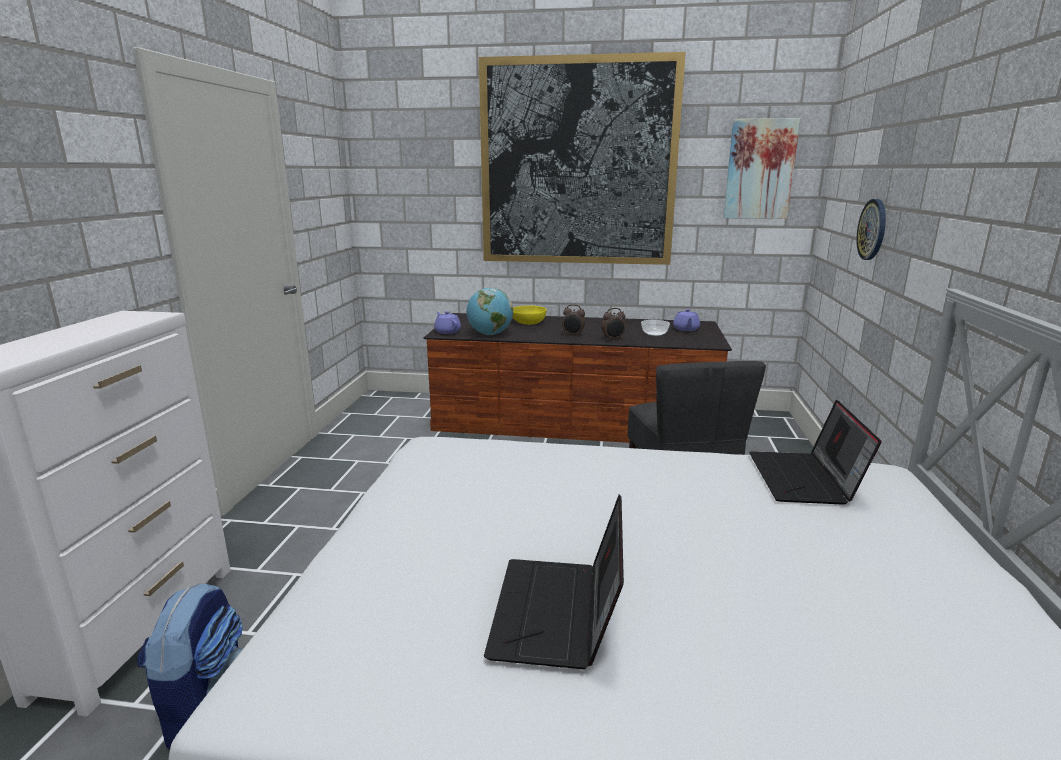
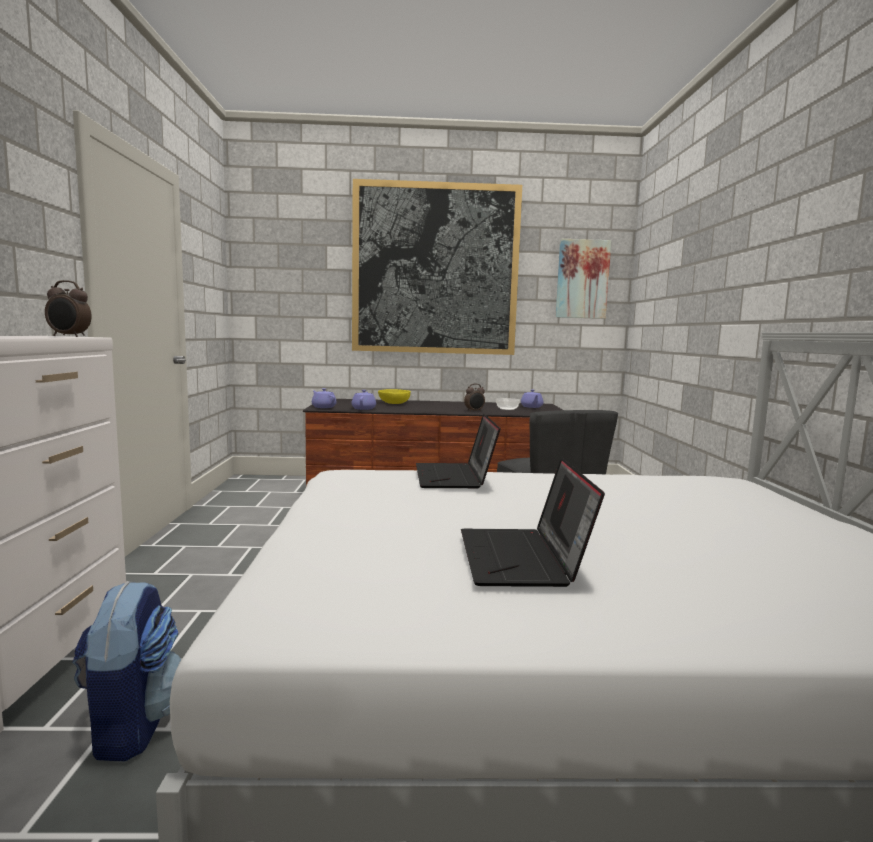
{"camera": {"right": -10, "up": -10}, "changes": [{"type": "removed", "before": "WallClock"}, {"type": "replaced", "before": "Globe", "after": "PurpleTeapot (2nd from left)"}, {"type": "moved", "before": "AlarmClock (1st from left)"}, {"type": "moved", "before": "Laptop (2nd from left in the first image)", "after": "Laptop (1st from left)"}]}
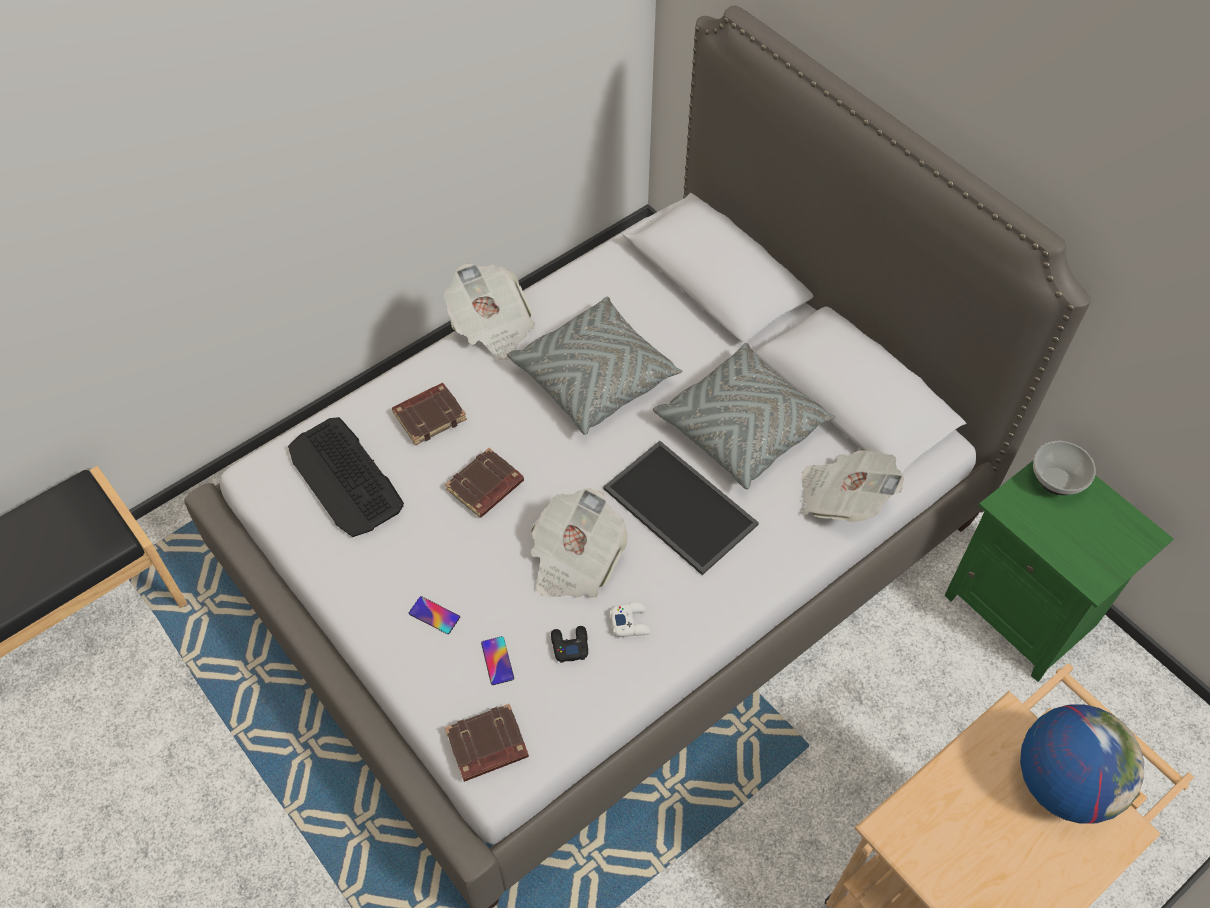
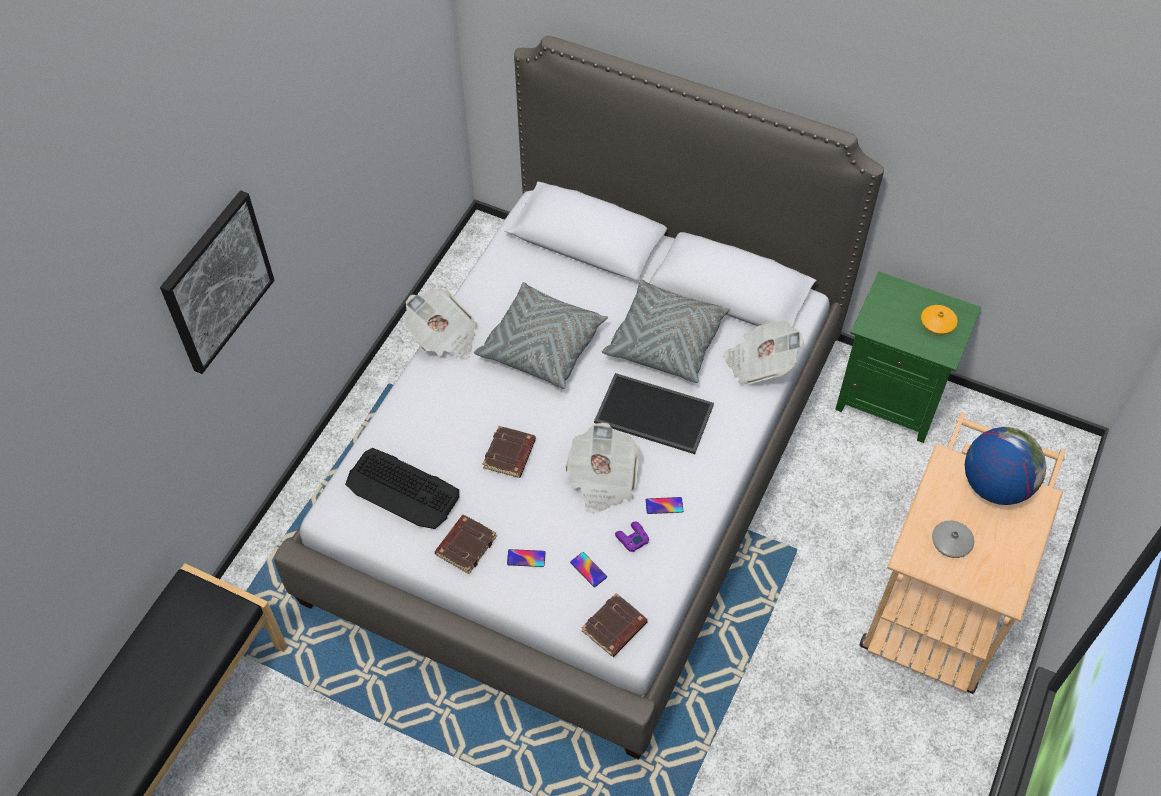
{"camera": {"right": -25, "up": 0}, "changes": [{"type": "moved", "before": "BrownBook (1st from left)"}, {"type": "removed", "before": "Bowl"}, {"type": "replaced", "before": "WhiteGameController", "after": "Phone (3rd from left)"}, {"type": "recoloured", "before": "BlackGameController", "after": "PurpleGameController"}, {"type": "added", "after": "Picture"}, {"type": "added", "after": "OrangeVase"}, {"type": "added", "after": "GreyVase"}]}
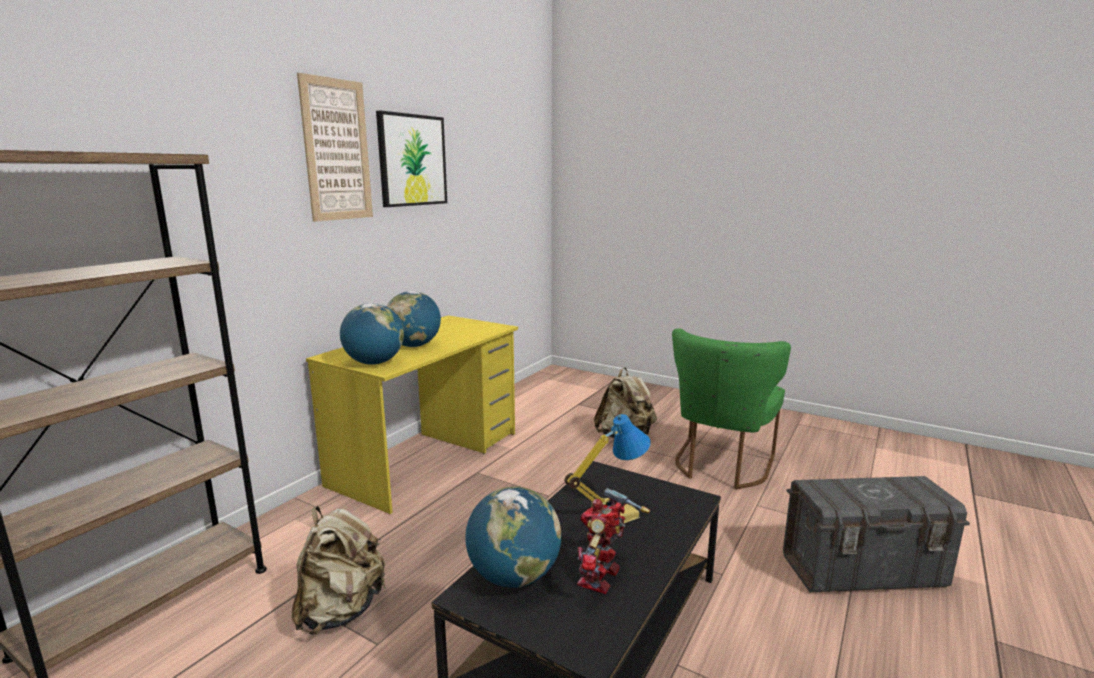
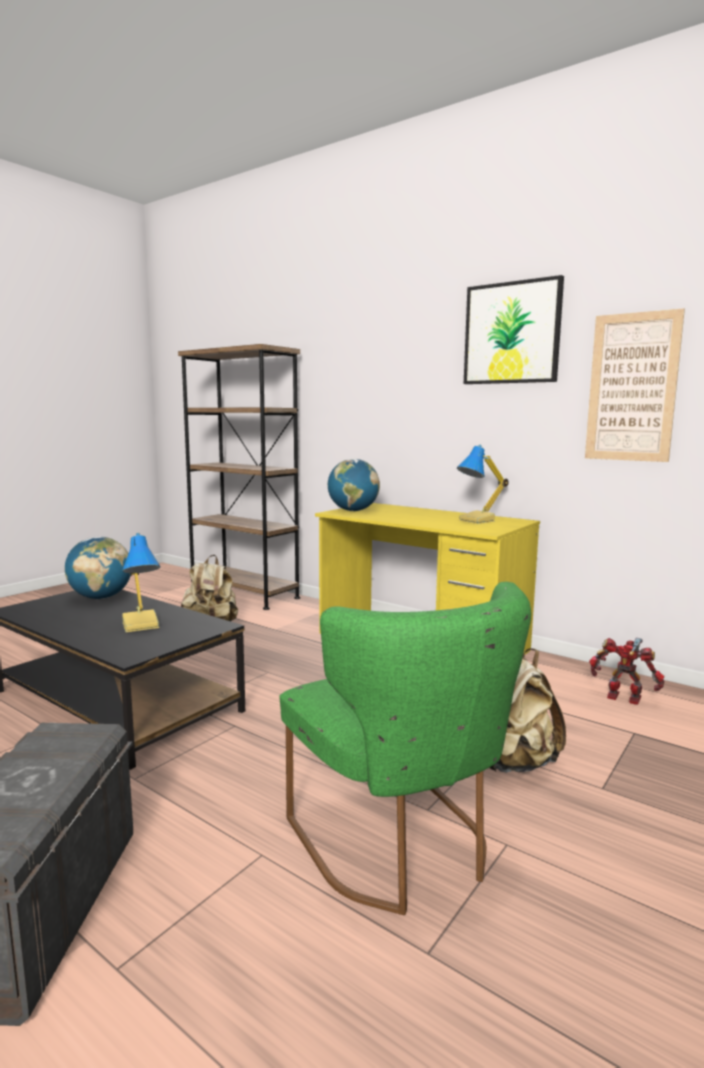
{"camera": {"right": 95, "up": -5}, "changes": [{"type": "moved", "before": "Picture (1st from left in the first image)", "after": "Picture (2nd from left)"}, {"type": "removed", "before": "Globe (2nd from left)"}, {"type": "turned", "before": "GreenChair", "turn": -150}, {"type": "moved", "before": "ToyRobot"}, {"type": "added", "after": "TableLamp (2nd from left)"}]}
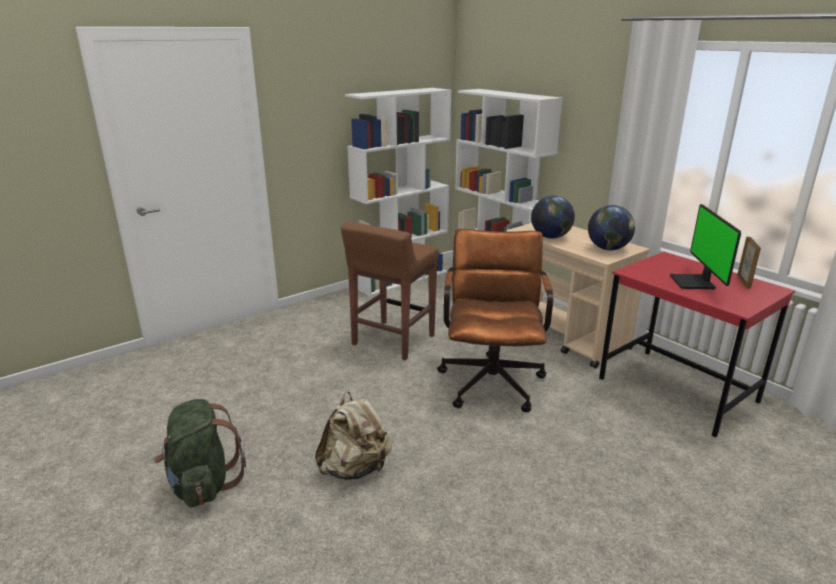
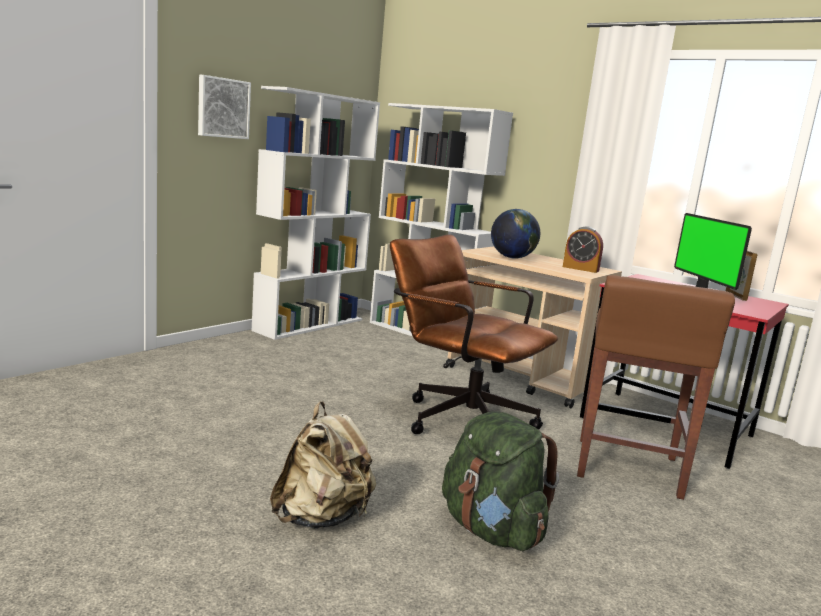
{"camera": {"right": -15, "up": -10}, "changes": [{"type": "replaced", "before": "Globe (2nd from left)", "after": "AlarmClock"}, {"type": "moved", "before": "BrownStool"}, {"type": "turned", "before": "BrownOfficeChair", "turn": -45}, {"type": "moved", "before": "GreenBackpack"}, {"type": "added", "after": "Picture"}]}
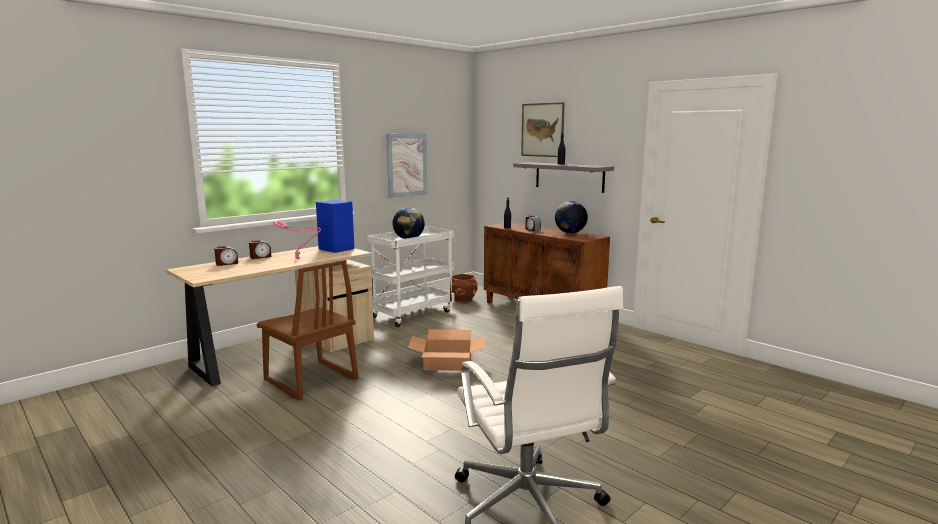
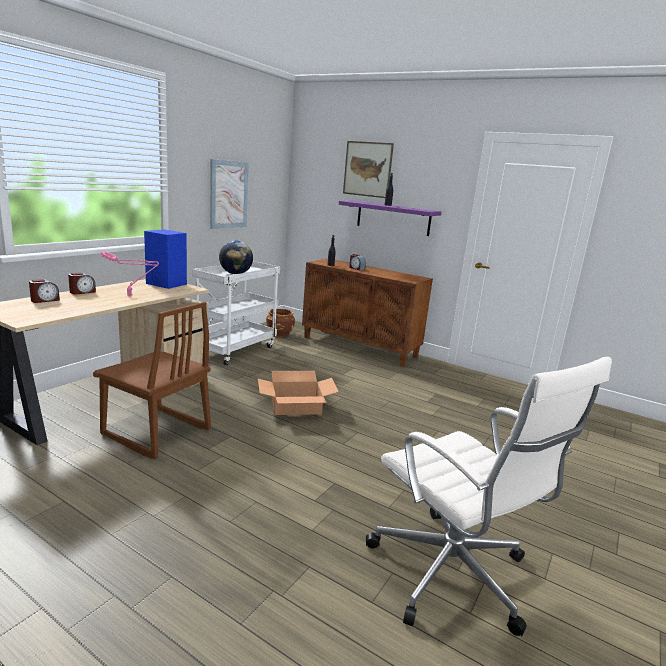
{"camera": {"right": -15, "up": 5}, "changes": [{"type": "recoloured", "before": "GreyShelf", "after": "PurpleShelf"}, {"type": "removed", "before": "Globe (2nd from left)"}]}
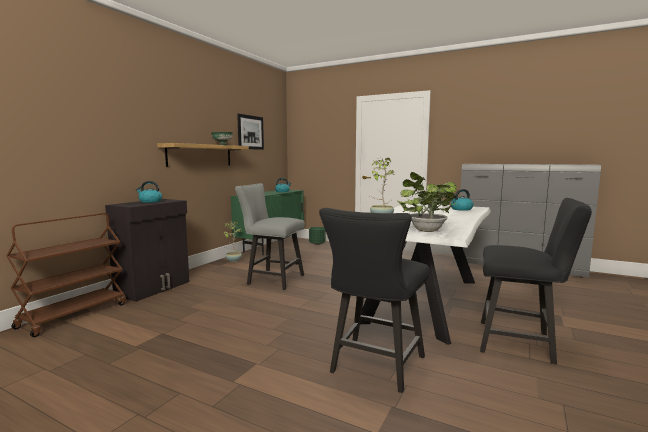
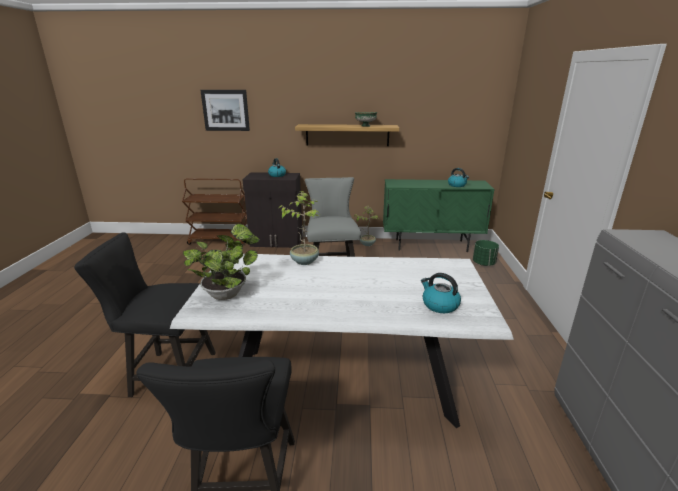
{"camera": {"right": 65, "up": 15}, "changes": [{"type": "moved", "before": "Picture"}]}
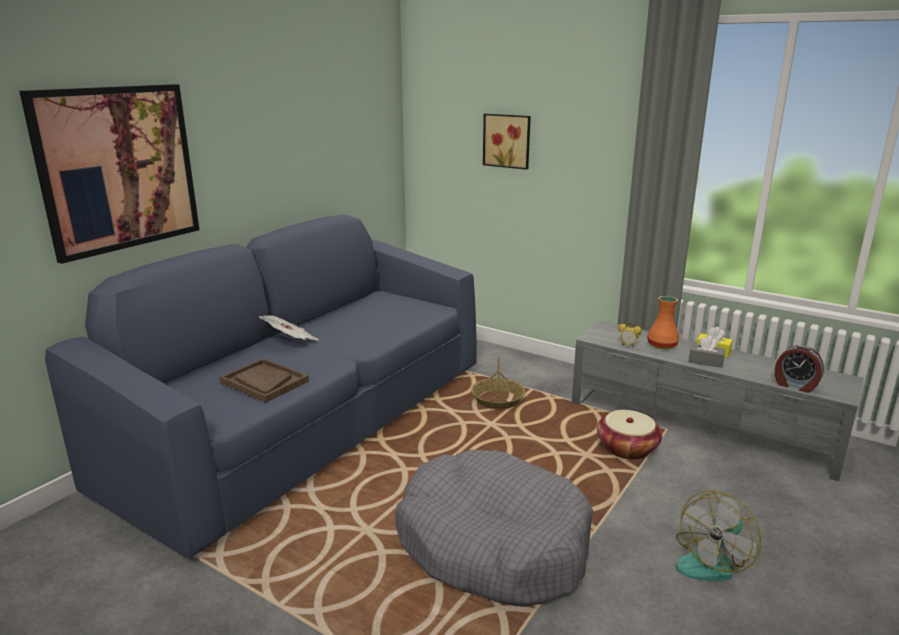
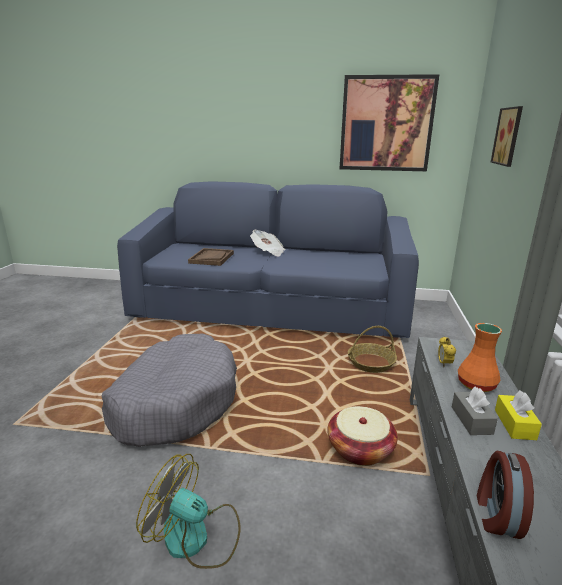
{"camera": {"right": 65, "up": 0}, "changes": [{"type": "moved", "before": "Picture (1st from left)"}]}
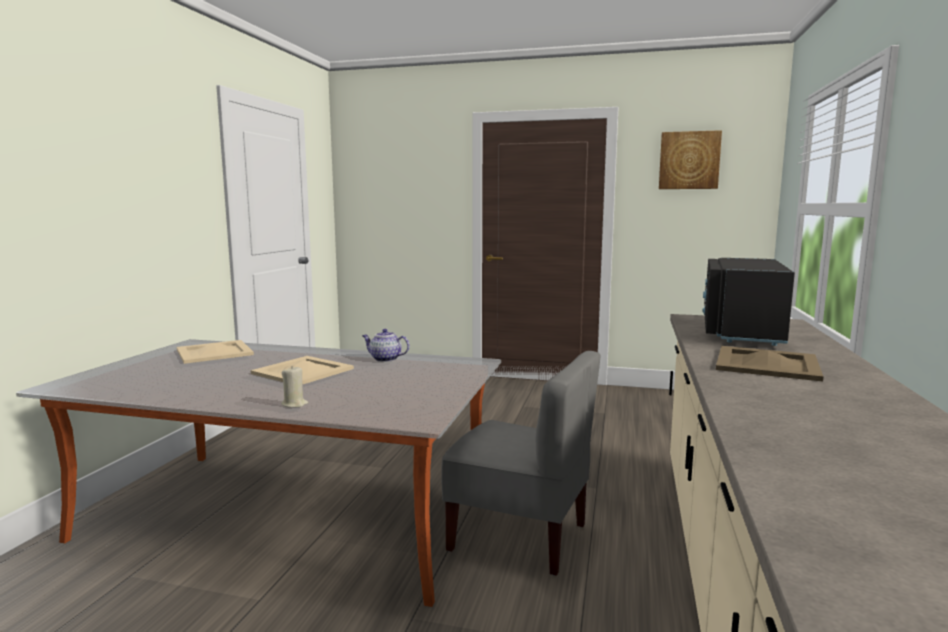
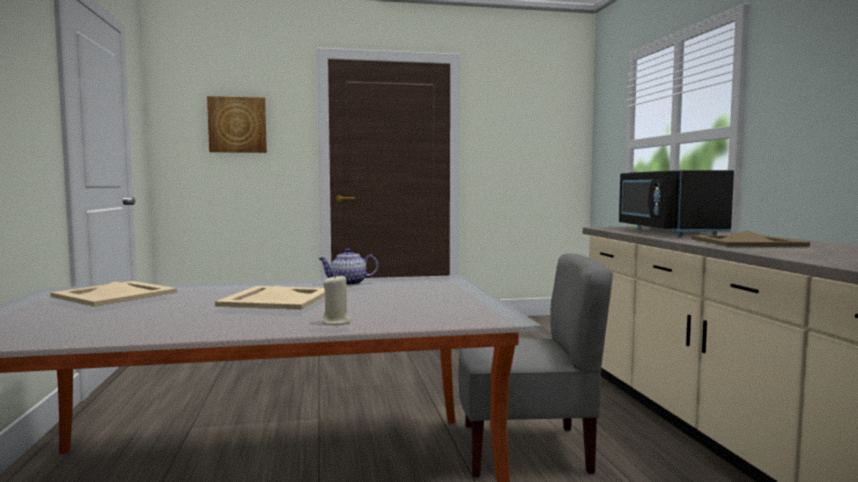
{"camera": {"right": -25, "up": -5}, "changes": [{"type": "moved", "before": "Picture"}]}
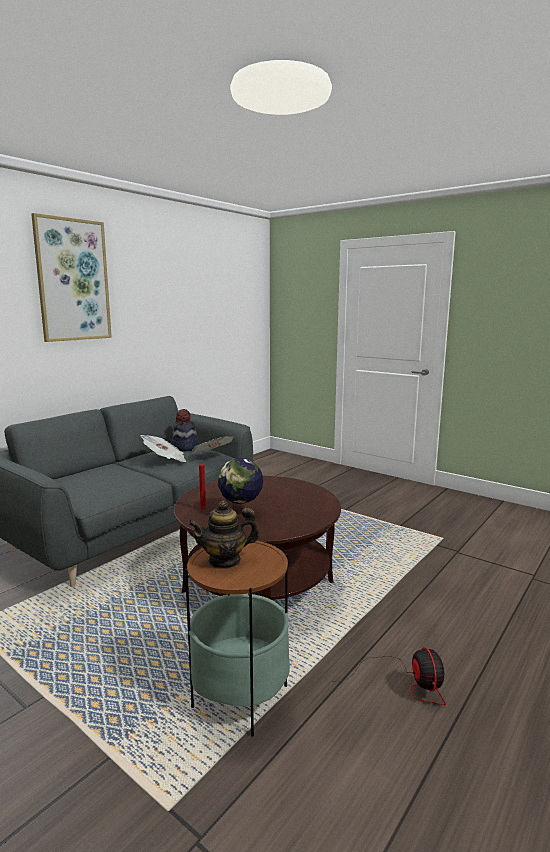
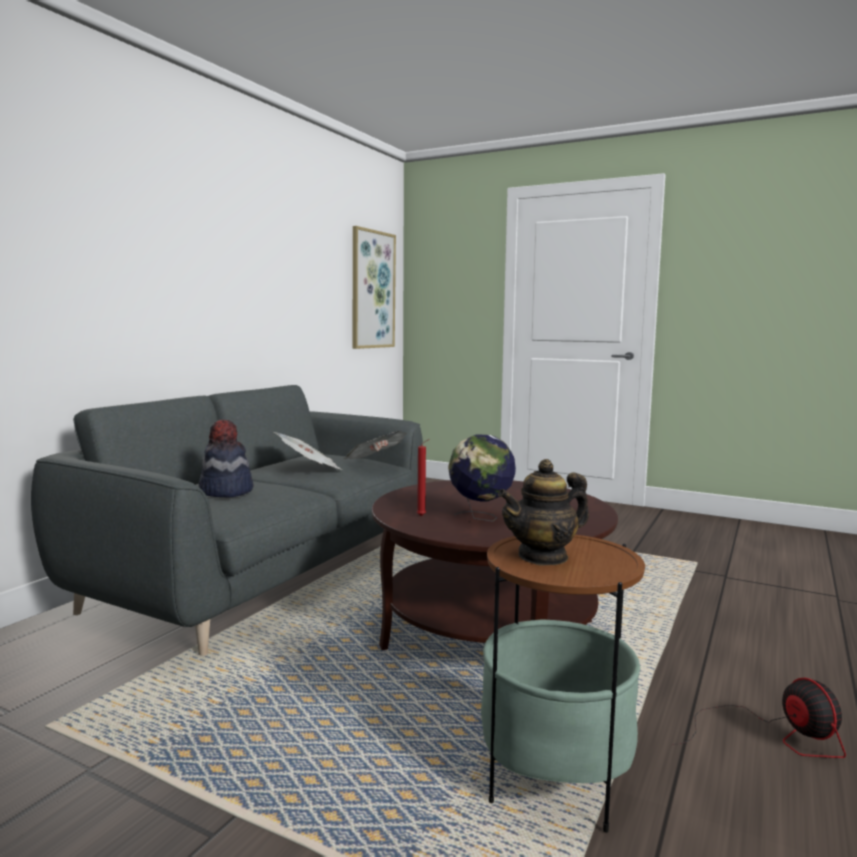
{"camera": {"right": -10, "up": -5}, "changes": [{"type": "moved", "before": "Picture"}, {"type": "moved", "before": "Hat"}]}
